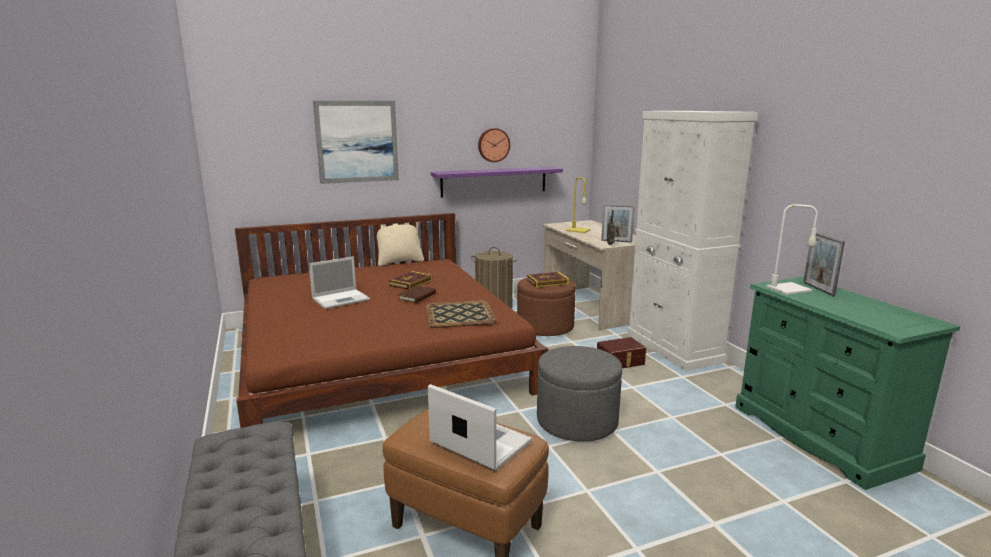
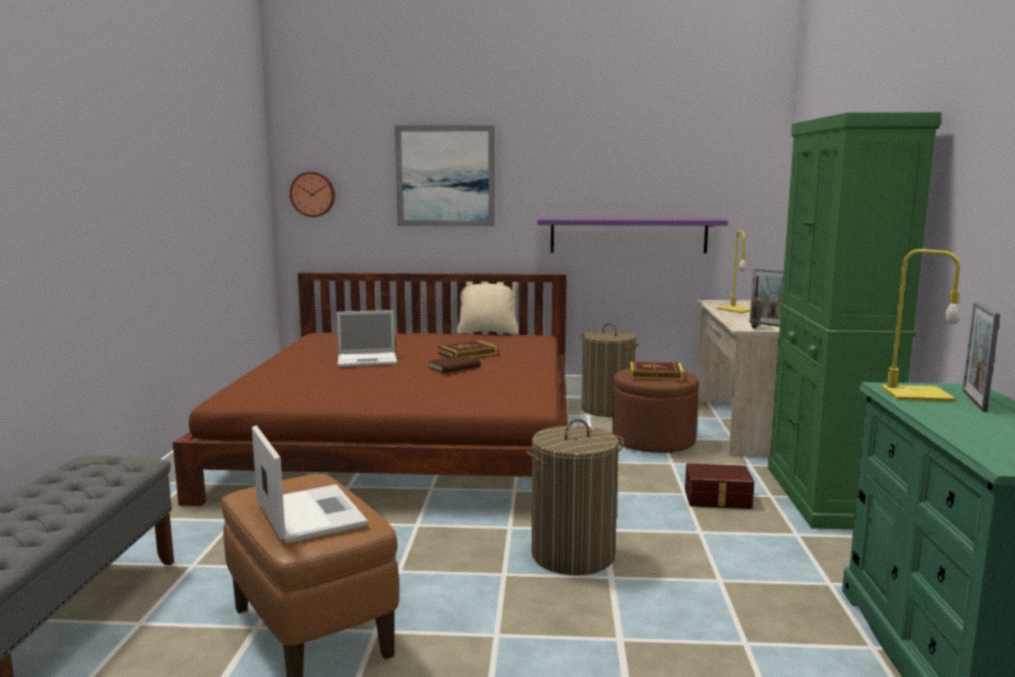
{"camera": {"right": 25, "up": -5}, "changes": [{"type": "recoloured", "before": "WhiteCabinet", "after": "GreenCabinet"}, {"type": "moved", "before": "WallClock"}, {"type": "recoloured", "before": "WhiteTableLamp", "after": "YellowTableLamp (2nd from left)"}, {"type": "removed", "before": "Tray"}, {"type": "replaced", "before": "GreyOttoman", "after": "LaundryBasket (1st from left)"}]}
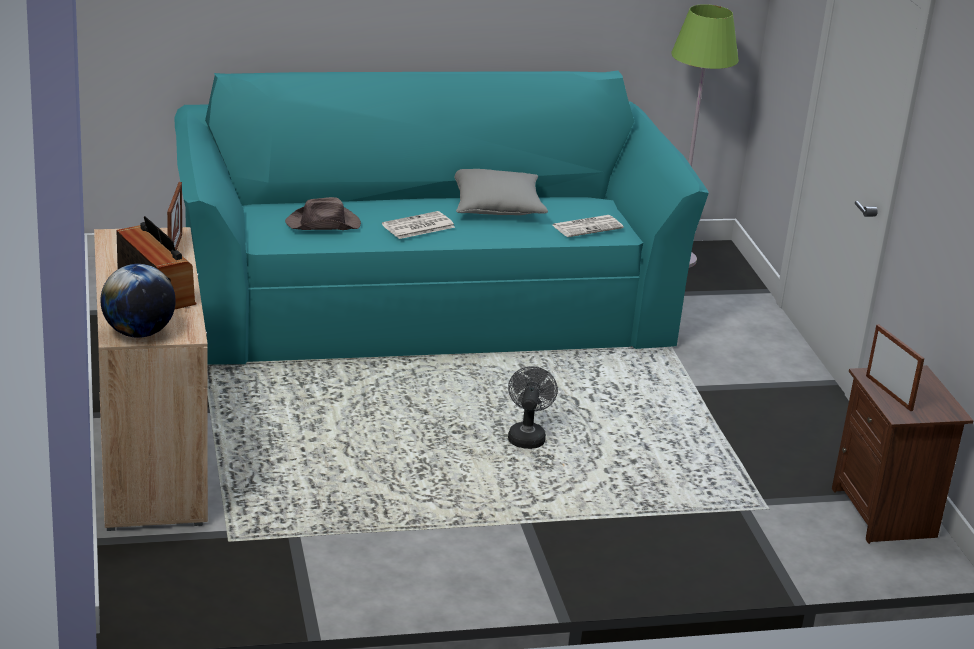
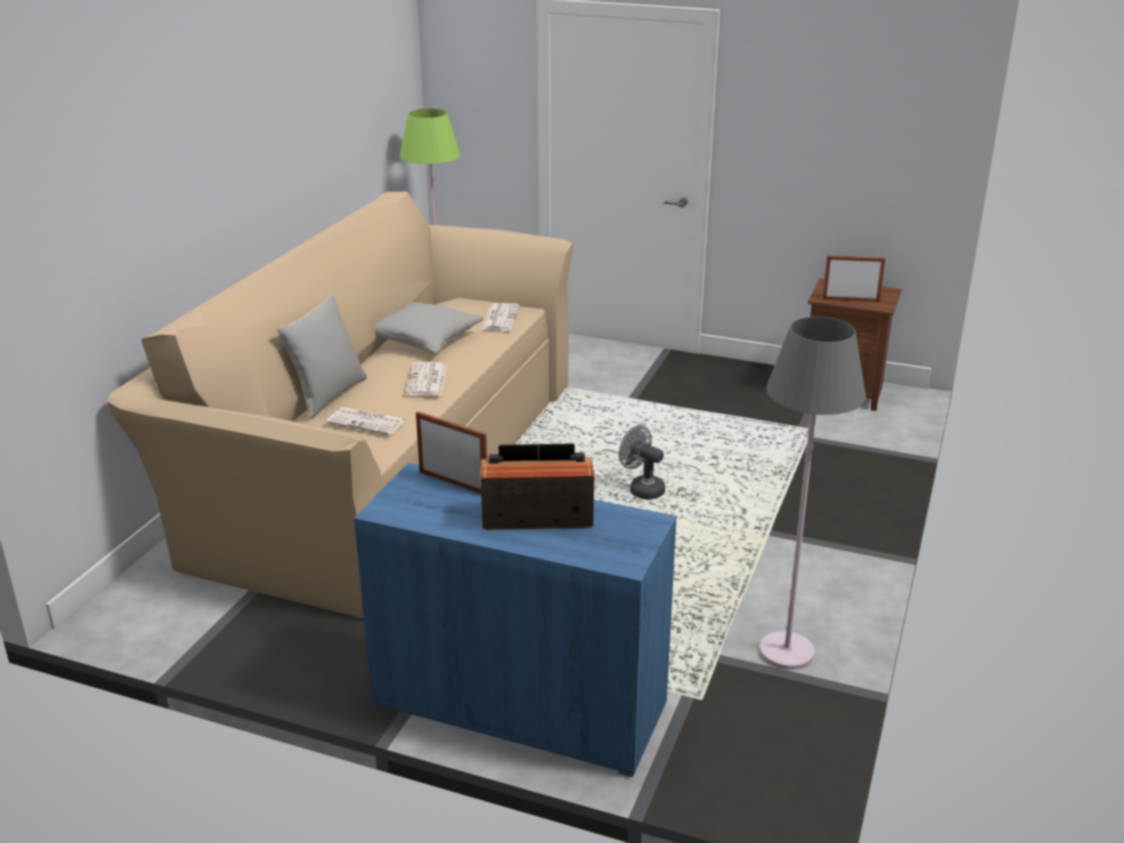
{"camera": {"right": -55, "up": 0}, "changes": [{"type": "recoloured", "before": "TurquoiseSofa", "after": "BeigeSofa"}, {"type": "replaced", "before": "BrownHat", "after": "Newspaper (1st from left)"}, {"type": "recoloured", "before": "BeigeCabinet", "after": "BlueCabinet"}, {"type": "removed", "before": "Globe"}, {"type": "added", "after": "GreyPillow (1st from left)"}, {"type": "added", "after": "GreyFloorLamp"}]}
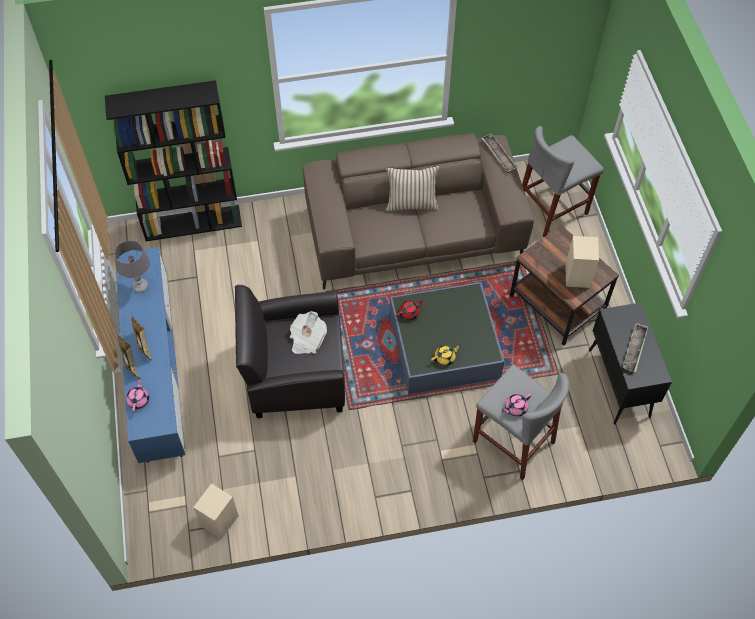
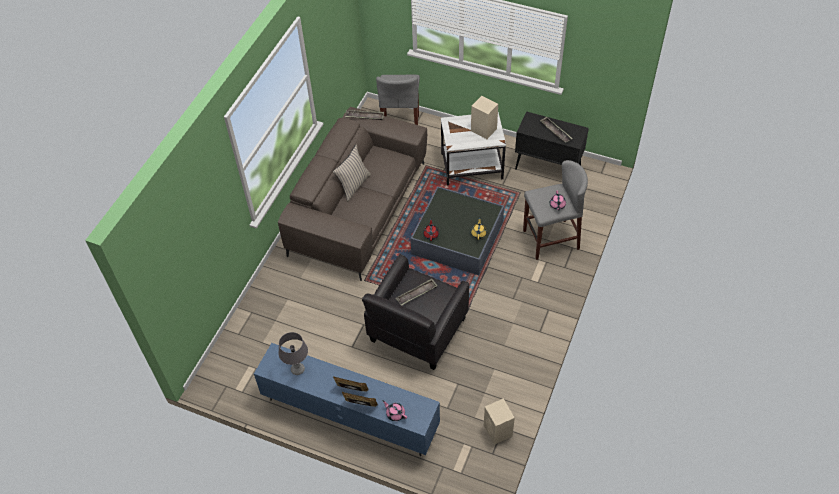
{"camera": {"right": -55, "up": -5}, "changes": [{"type": "removed", "before": "BlackBookcase"}, {"type": "recoloured", "before": "BrownSideTable", "after": "WhiteSideTable"}, {"type": "replaced", "before": "Newspaper", "after": "Tray (2nd from left)"}]}
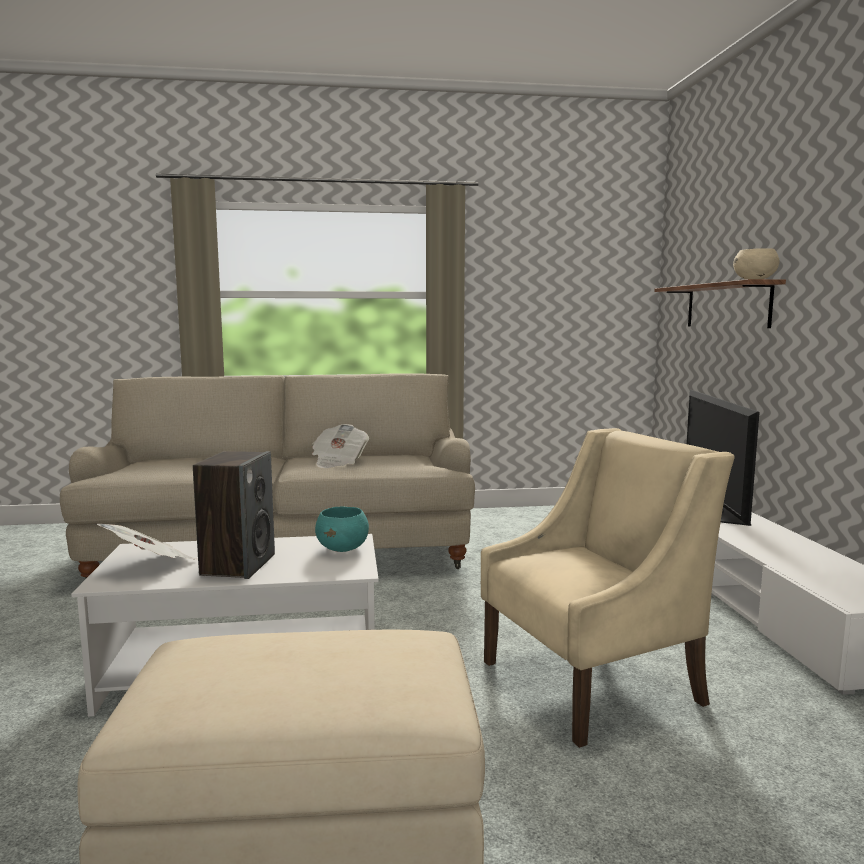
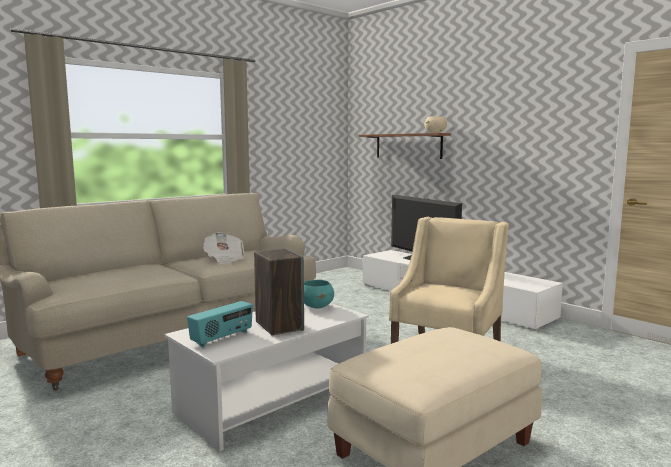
{"camera": {"right": -35, "up": 0}, "changes": [{"type": "replaced", "before": "Newspaper (1st from left)", "after": "Radio"}]}
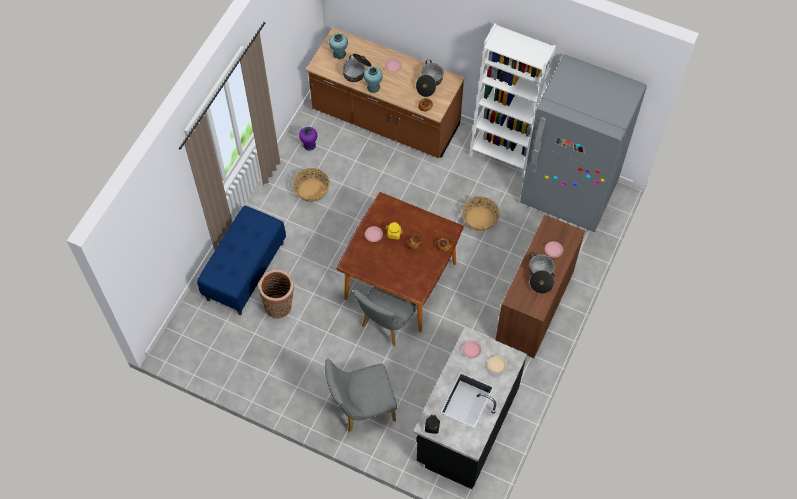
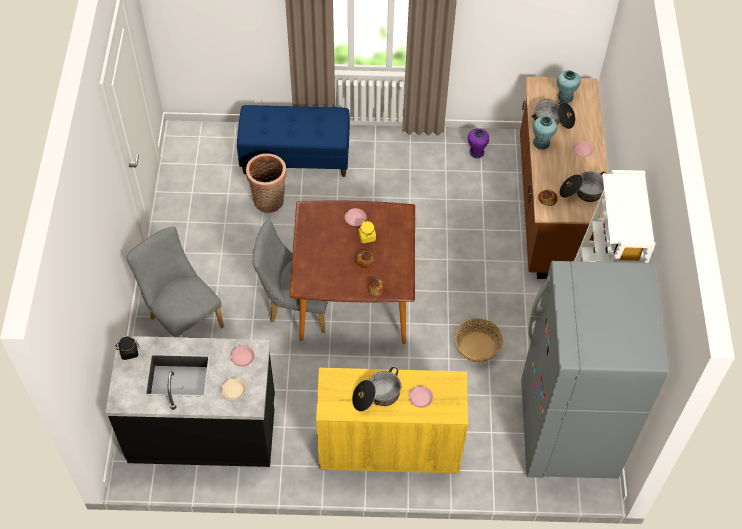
{"camera": {"right": 65, "up": -5}, "changes": [{"type": "removed", "before": "Basket (2nd from left)"}, {"type": "recoloured", "before": "BrownCabinet", "after": "YellowCabinet"}]}
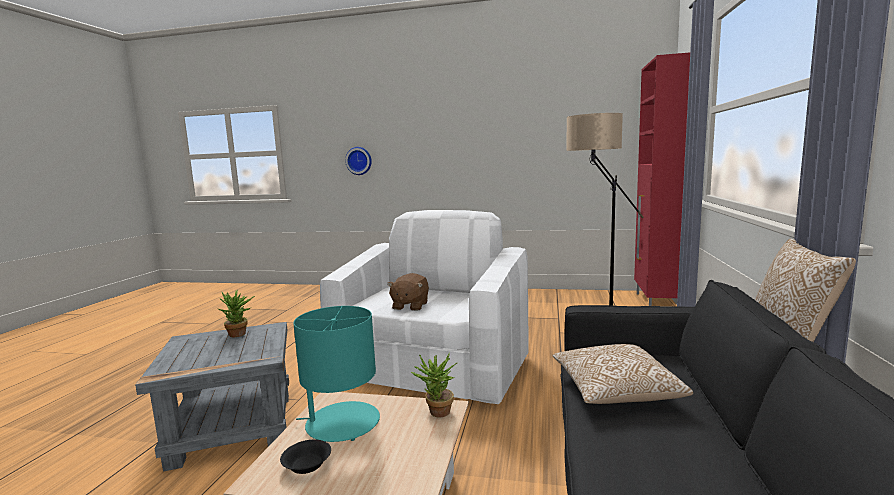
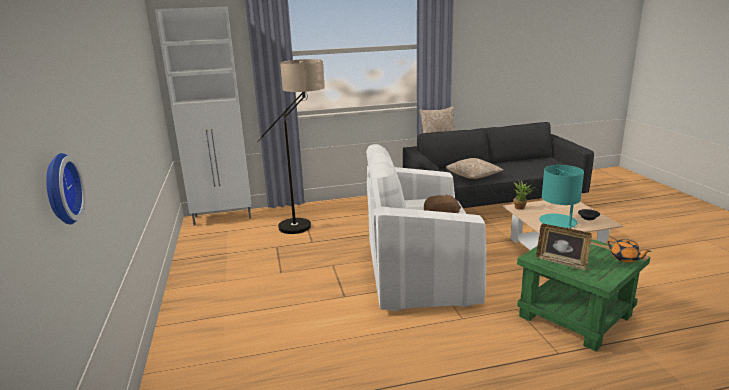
{"camera": {"right": -115, "up": 10}, "changes": [{"type": "recoloured", "before": "RedCabinet", "after": "WhiteCabinet"}, {"type": "replaced", "before": "PottedPlant (1st from left)", "after": "PictureFrame"}, {"type": "recoloured", "before": "GreySideTable", "after": "GreenSideTable"}, {"type": "added", "after": "OrangeTeapot"}]}
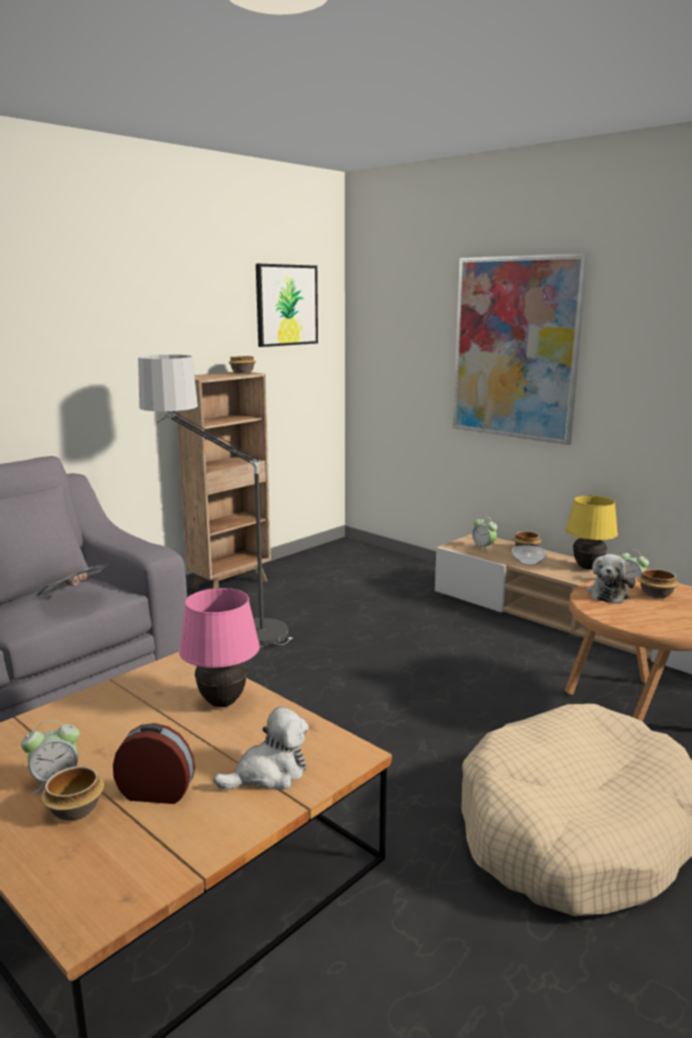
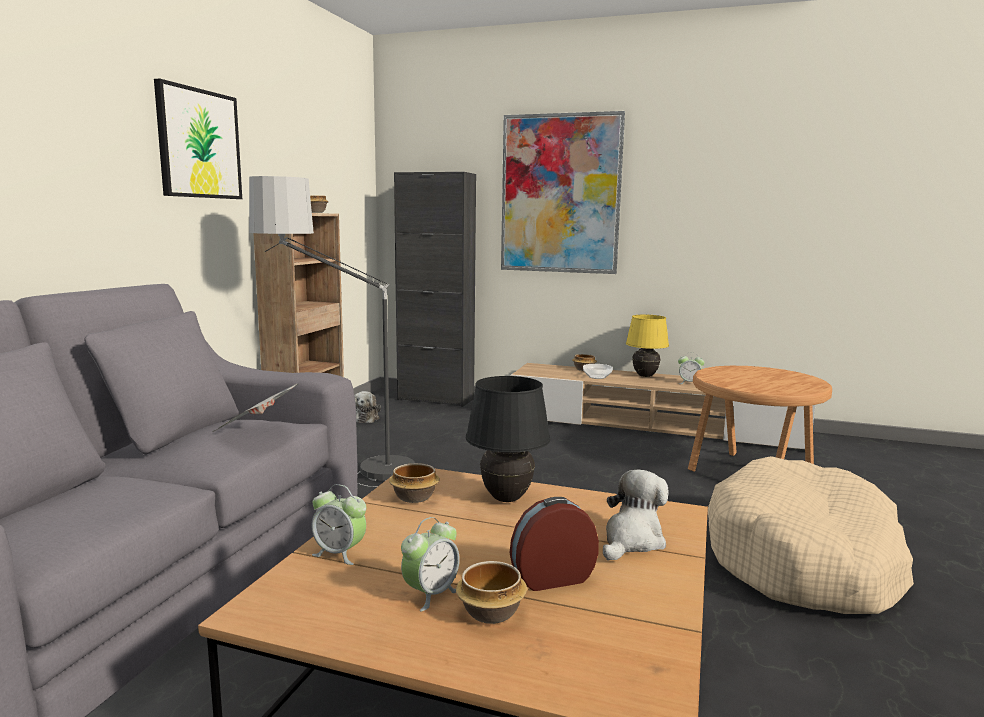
{"camera": {"right": -25, "up": -5}, "changes": [{"type": "moved", "before": "Picture (1st from left)"}, {"type": "moved", "before": "AlarmClock (3rd from left in the first image)", "after": "AlarmClock (1st from left)"}, {"type": "moved", "before": "PlushToy (2nd from left in the first image)", "after": "PlushToy (1st from left)"}, {"type": "moved", "before": "Bowl (5th from left in the first image)", "after": "Bowl (2nd from left)"}, {"type": "recoloured", "before": "PinkTableLamp", "after": "BlackTableLamp"}, {"type": "added", "after": "BlackCabinet"}]}
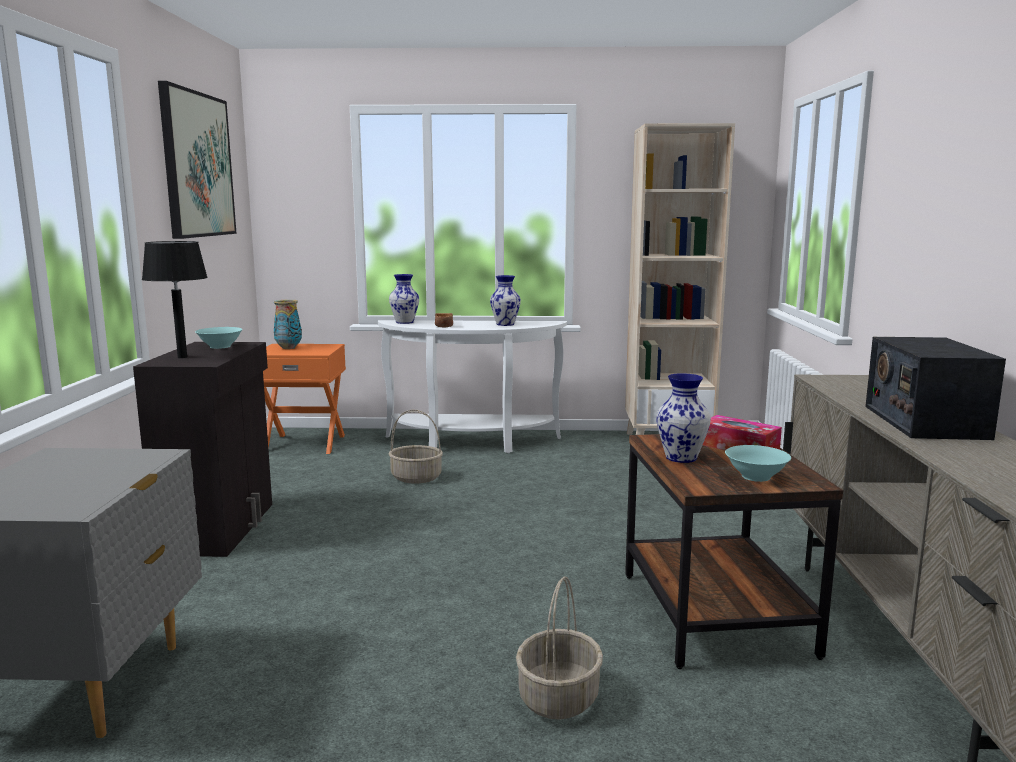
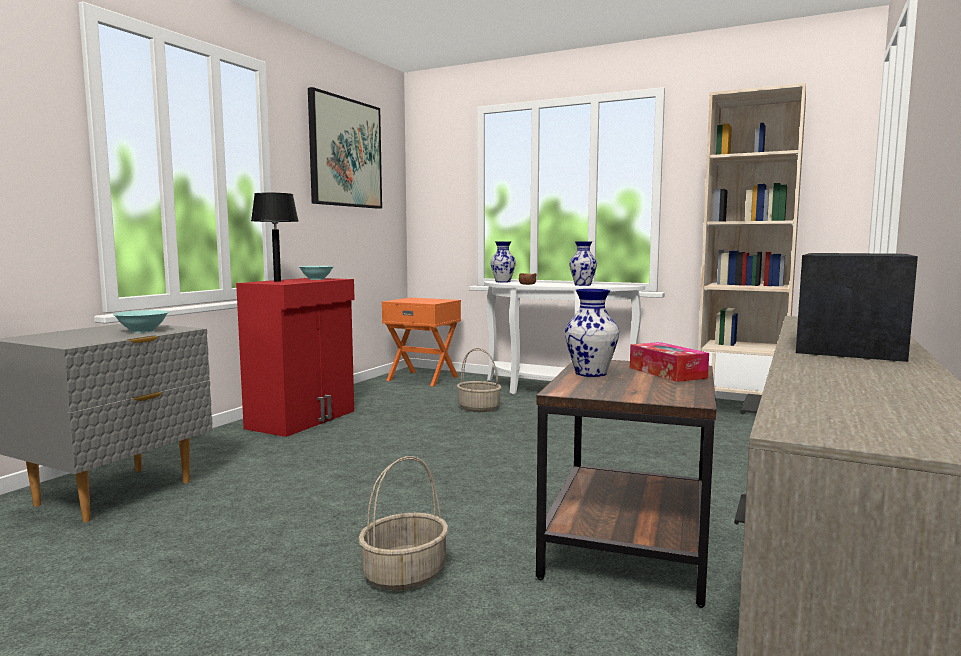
{"camera": {"right": 25, "up": -5}, "changes": [{"type": "removed", "before": "Vase (1st from left)"}, {"type": "recoloured", "before": "BlackCabinet", "after": "RedCabinet"}, {"type": "moved", "before": "TurquoiseBowl (2nd from left in the first image)", "after": "TurquoiseBowl (1st from left)"}]}
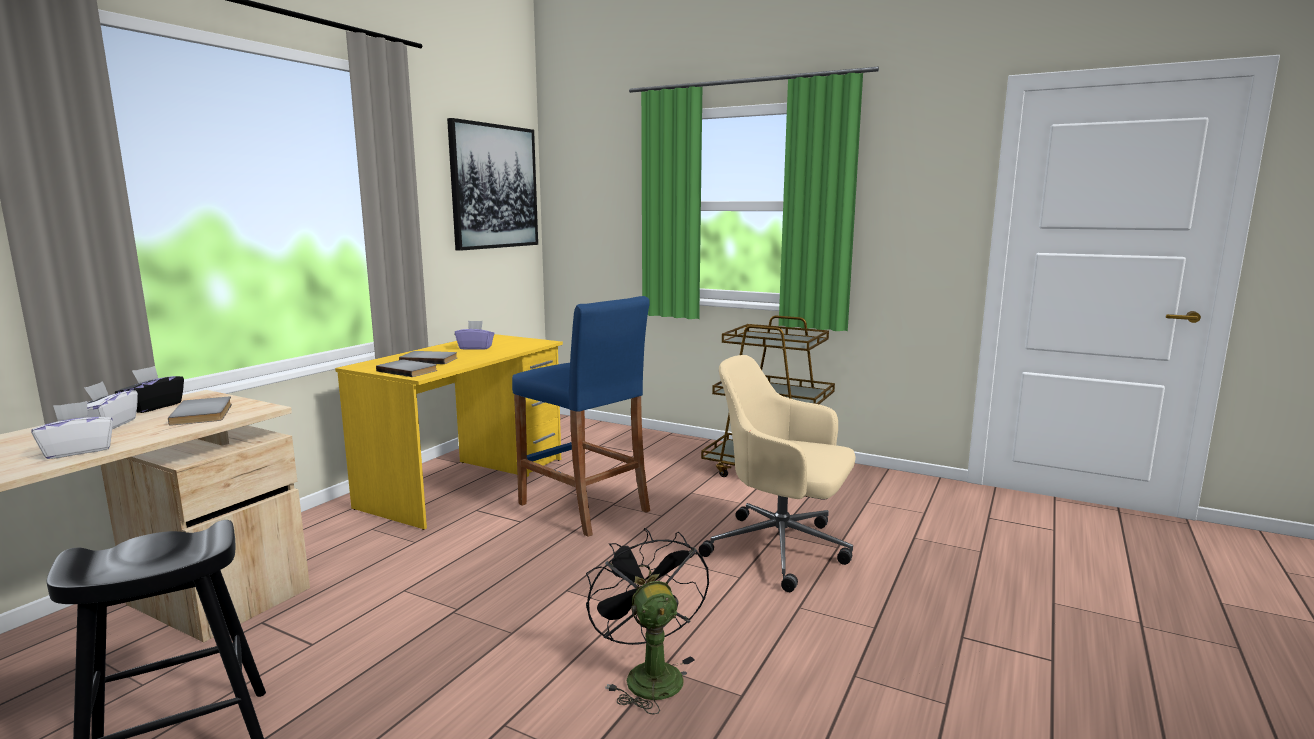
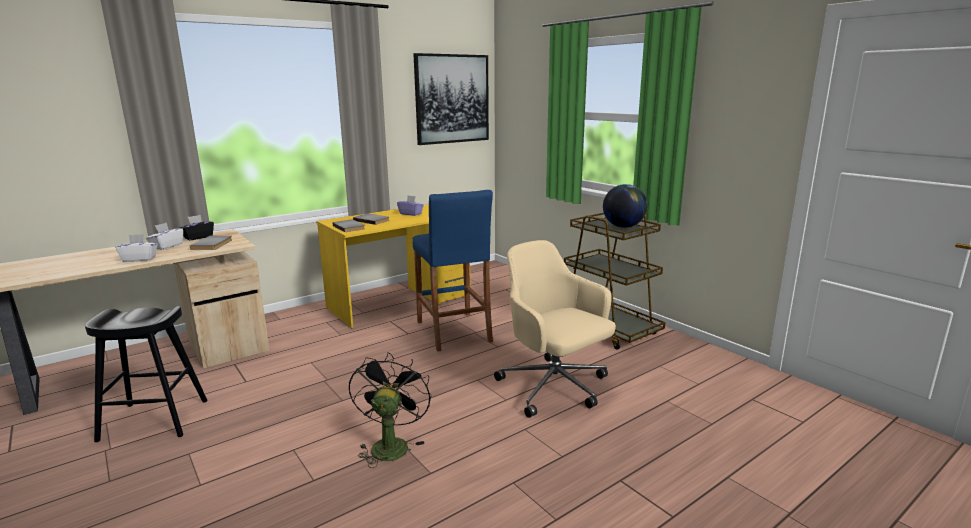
{"camera": {"right": 25, "up": 5}, "changes": [{"type": "added", "after": "Globe"}]}
